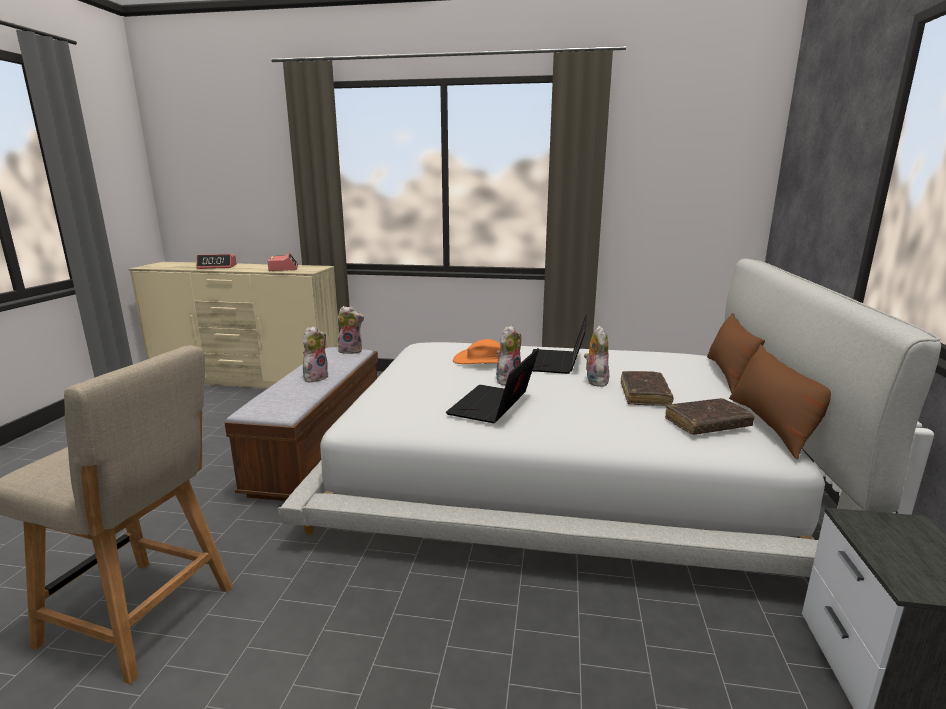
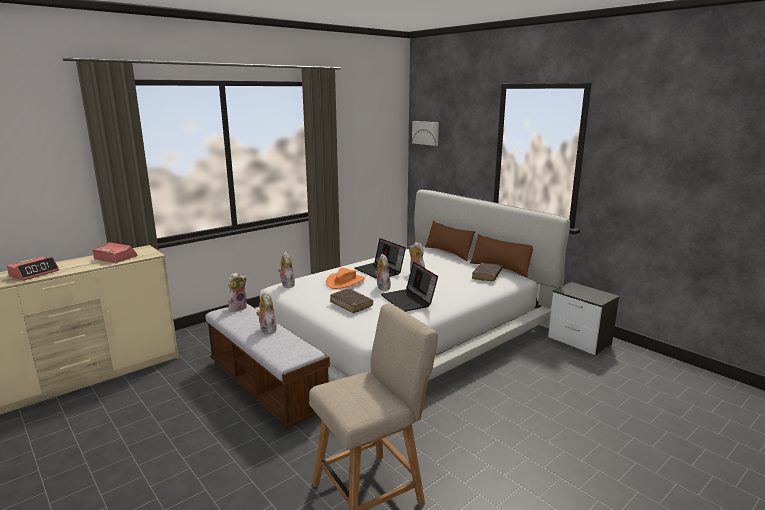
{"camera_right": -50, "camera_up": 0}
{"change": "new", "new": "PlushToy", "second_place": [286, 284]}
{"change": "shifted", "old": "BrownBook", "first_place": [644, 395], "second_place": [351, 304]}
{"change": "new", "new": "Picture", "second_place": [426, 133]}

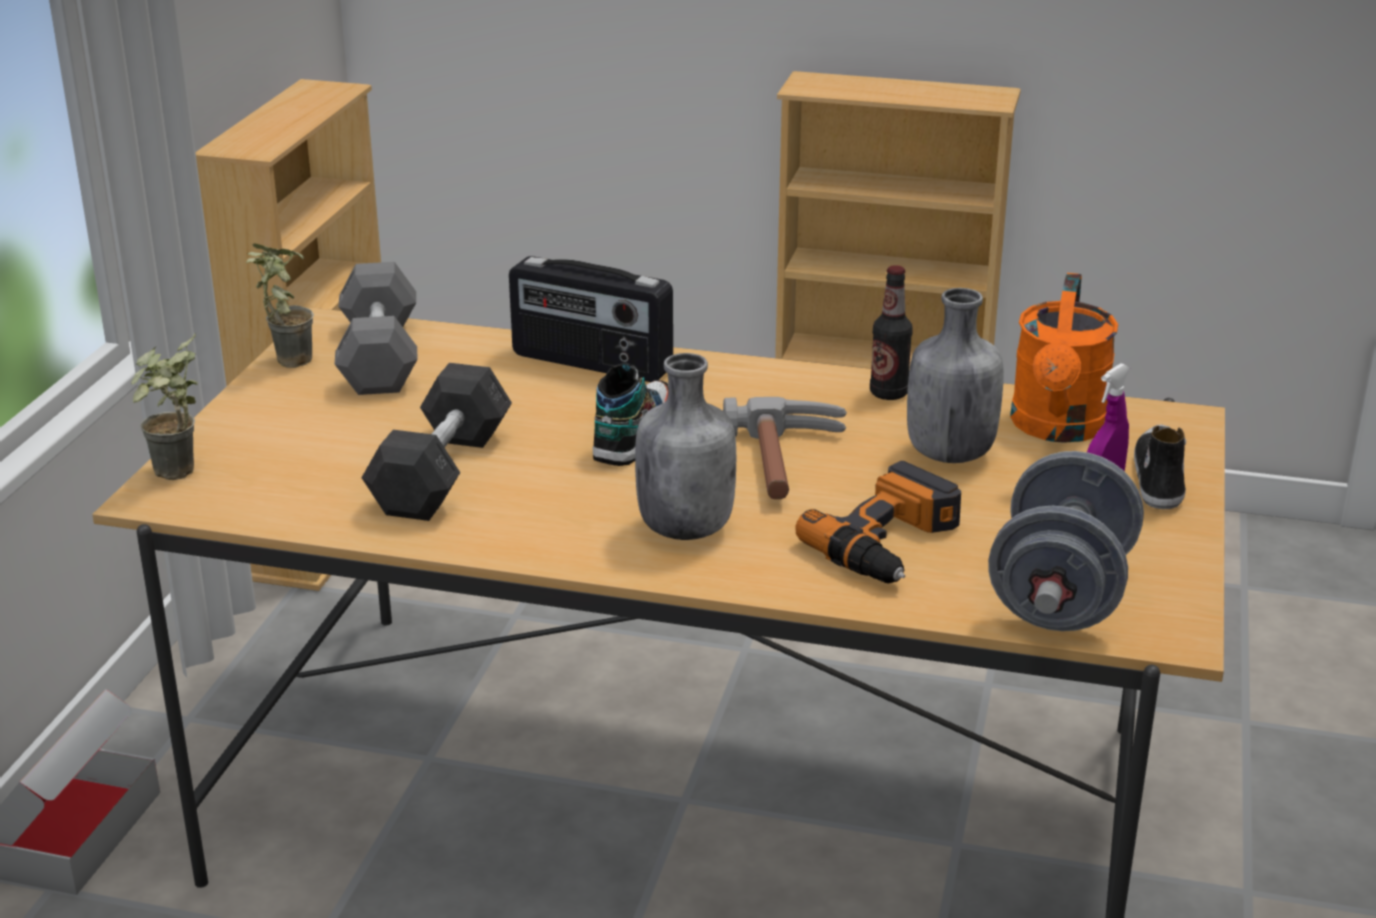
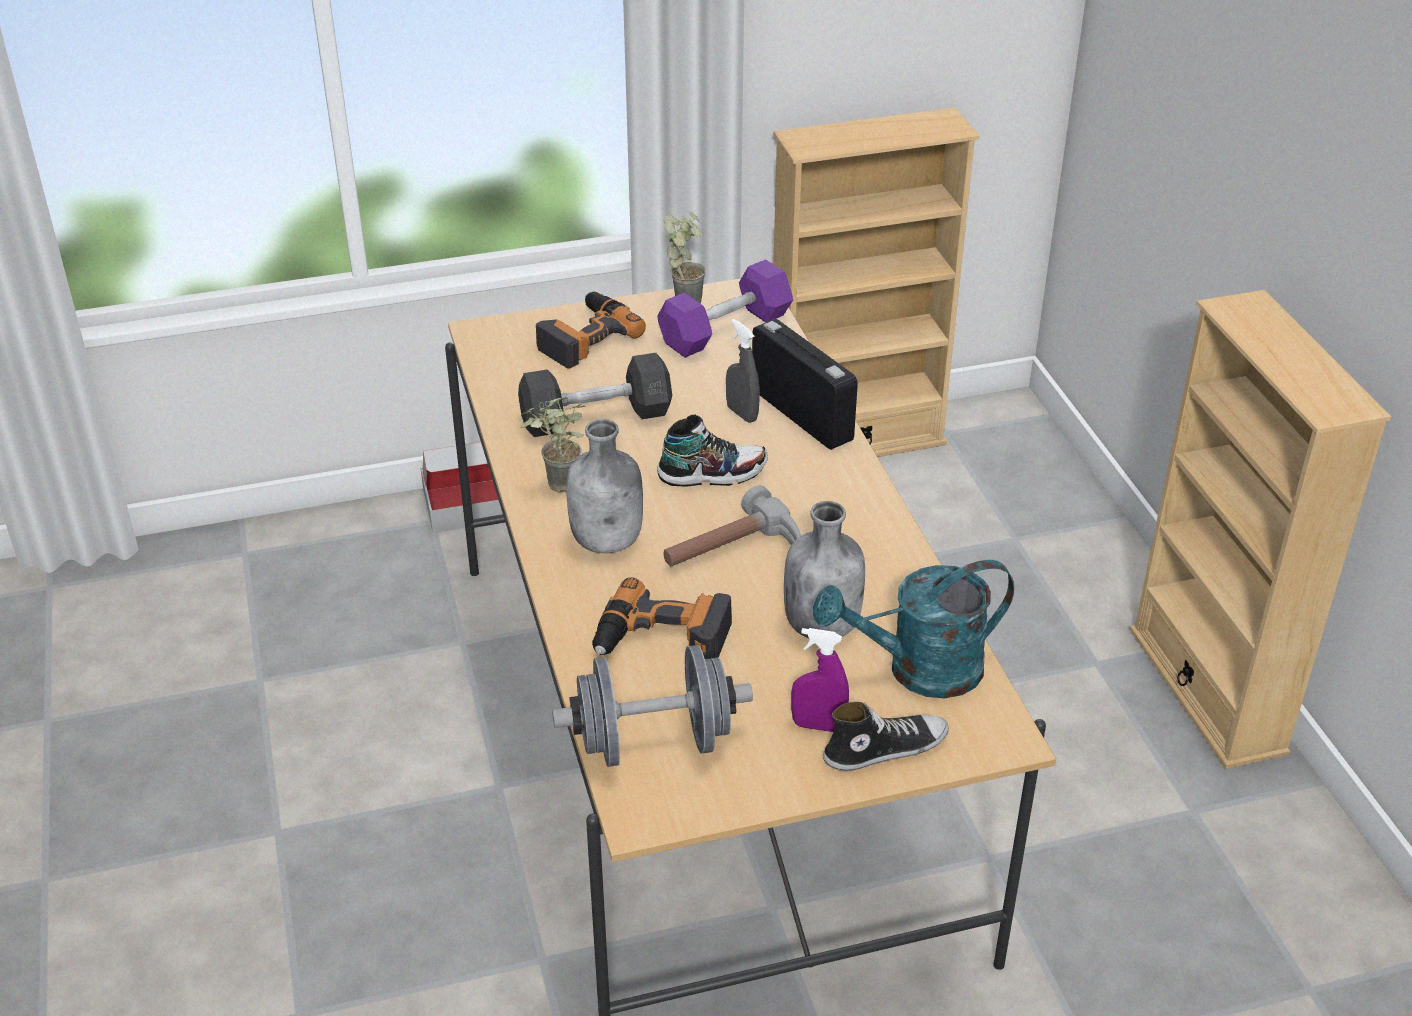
{"camera_right": 60, "camera_up": 10}
{"change": "shifted", "old": "PottedPlant", "first_place": [176, 477], "second_place": [556, 489]}
{"change": "new", "new": "PowerDrill", "second_place": [584, 336]}
{"change": "repainted", "old": "GreyDumbbell", "new": "PurpleDumbbell", "first_place": [379, 357], "second_place": [725, 329]}
{"change": "new", "new": "GreySprayBottle", "second_place": [742, 413]}
{"change": "rotated", "old": "Radio", "first_place": [591, 363], "second_place": [802, 415], "degrees": 150}
{"change": "repainted", "old": "OrangeWateringCan", "new": "TurquoiseWateringCan", "first_place": [1058, 428], "second_place": [918, 671]}
{"change": "gone", "old": "Bottle", "first_place": [888, 393]}

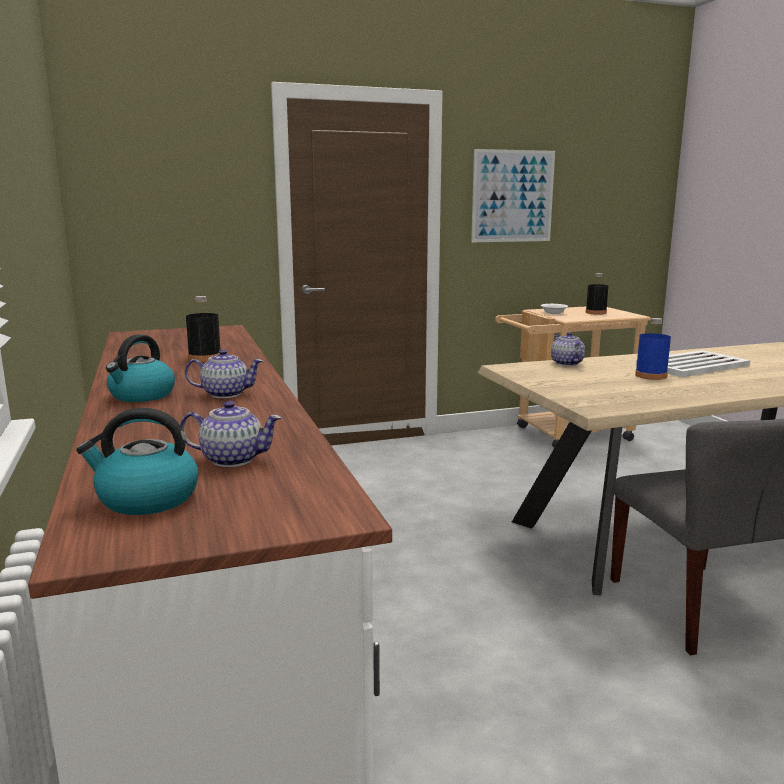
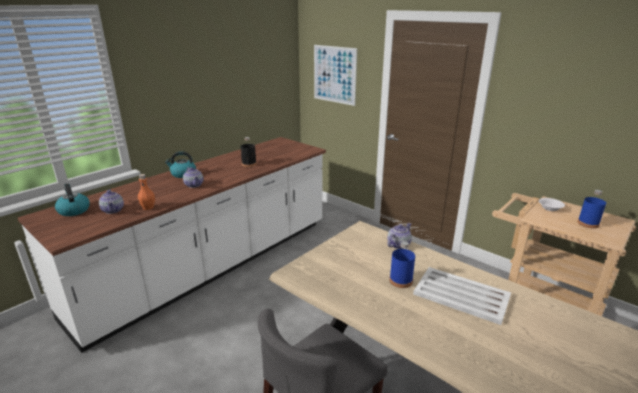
{"camera_right": 60, "camera_up": 10}
{"change": "new", "new": "OrangeBottle", "second_place": [148, 207]}
{"change": "shifted", "old": "Picture", "first_place": [512, 196], "second_place": [334, 74]}
{"change": "repainted", "old": "BlackBottle", "new": "BlueBottle", "first_place": [596, 312], "second_place": [588, 223]}

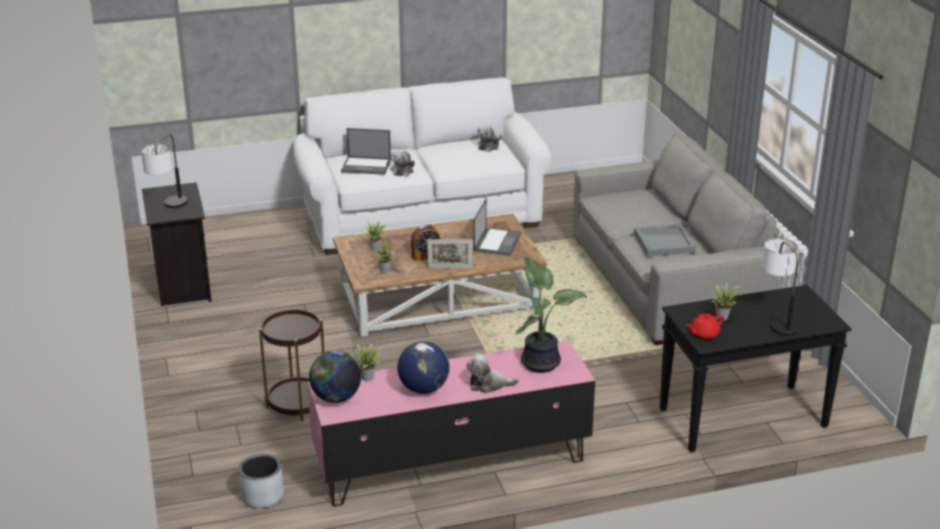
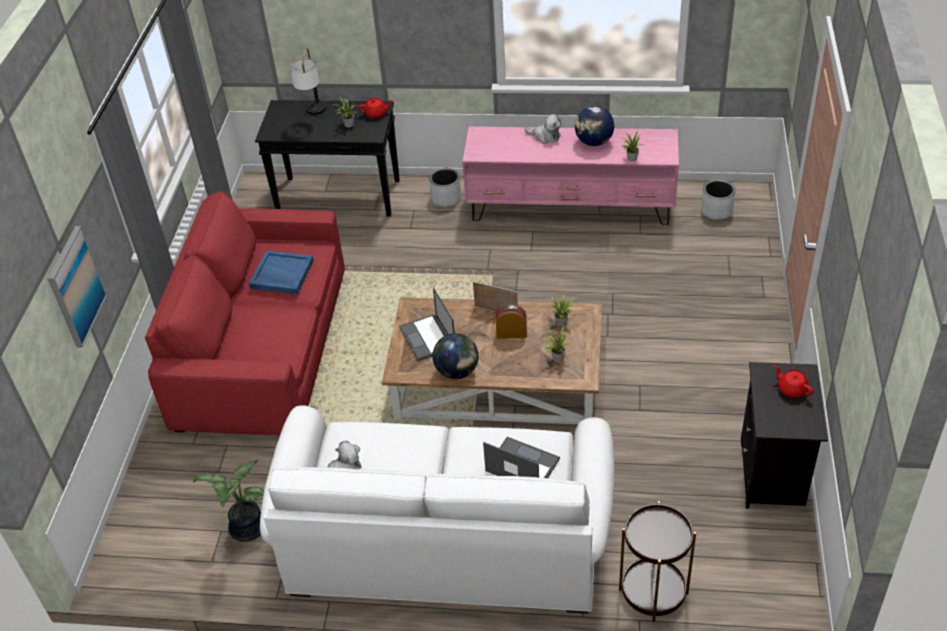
{"camera_right": -155, "camera_up": 15}
{"change": "new", "new": "Picture", "second_place": [75, 287]}
{"change": "repainted", "old": "GreySofa", "new": "RedSofa", "first_place": [666, 282], "second_place": [263, 348]}
{"change": "shifted", "old": "PottedPlant", "first_place": [541, 362], "second_place": [246, 530]}
{"change": "repainted", "old": "GreyTray", "new": "BlueTray", "first_place": [664, 242], "second_place": [281, 274]}
{"change": "rotated", "old": "Laptop", "first_place": [497, 242], "second_place": [428, 338], "degrees": -60}
{"change": "new", "new": "GreyPlanter", "second_place": [446, 198]}
{"change": "shifted", "old": "Globe", "first_place": [336, 398], "second_place": [457, 372]}
{"change": "shifted", "old": "BrownSideTable", "first_place": [297, 403], "second_place": [653, 591]}
{"change": "swapped", "old": "TableLamp", "new": "RedTeapot", "first_place": [168, 207], "second_place": [791, 389]}
{"change": "gone", "old": "PlushToy", "first_place": [402, 170]}

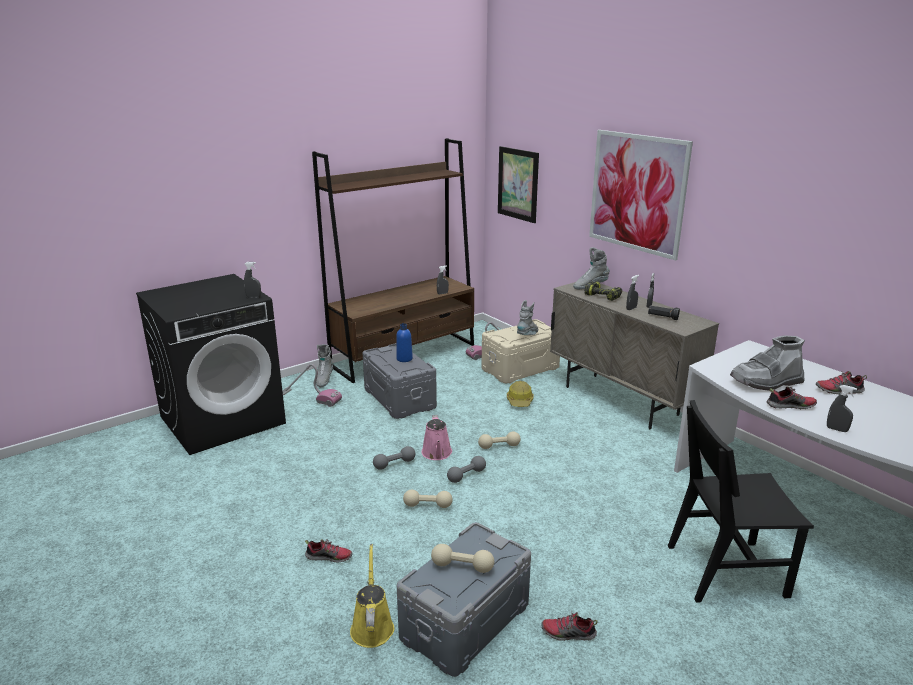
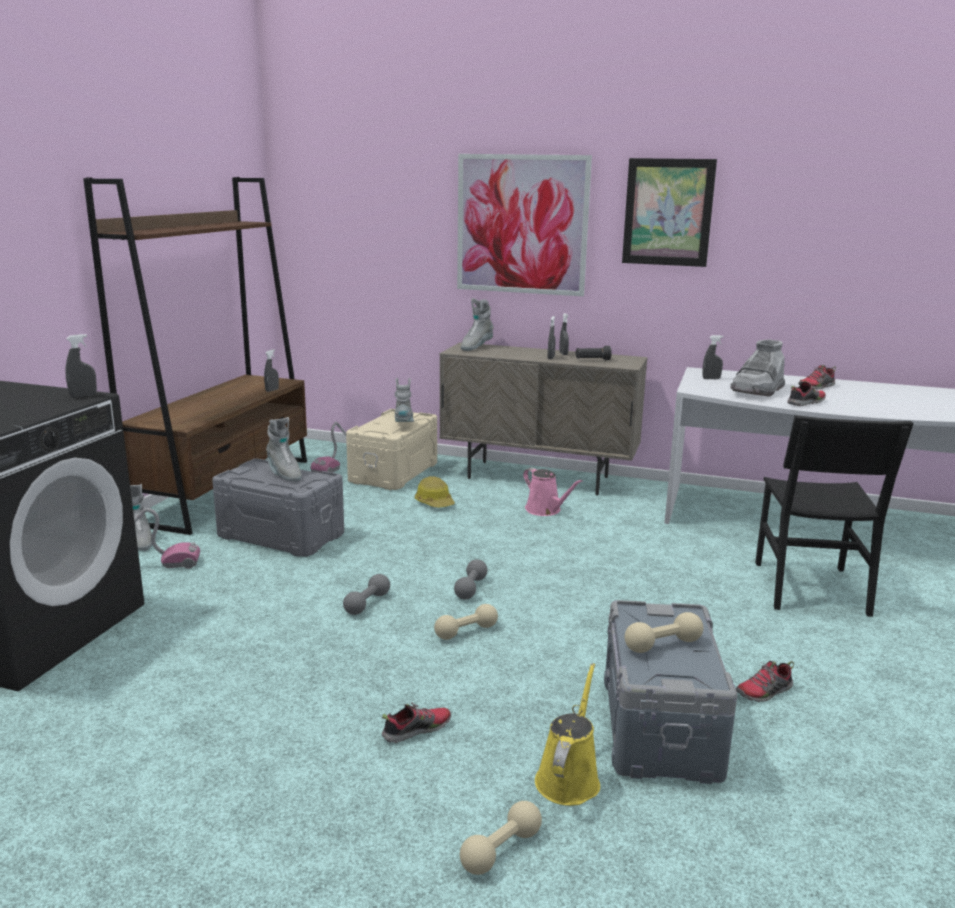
{"camera_right": -35, "camera_up": -5}
{"change": "swapped", "old": "BlueBottle", "new": "GreyBoot", "first_place": [404, 359], "second_place": [284, 474]}
{"change": "shifted", "old": "BeigeDumbbell", "first_place": [499, 446], "second_place": [501, 850]}
{"change": "shifted", "old": "PinkWateringCan", "first_place": [437, 454], "second_place": [545, 510]}
{"change": "rotated", "old": "YellowWateringCan", "first_place": [372, 626], "second_place": [569, 778], "degrees": 60}
{"change": "shifted", "old": "Picture", "first_place": [518, 184], "second_place": [668, 212]}
{"change": "shifted", "old": "GreySprayBottle", "first_place": [836, 429], "second_place": [711, 378]}
{"change": "rotated", "old": "BlackChair", "first_place": [725, 570], "second_place": [809, 588], "degrees": -45}
{"change": "gone", "old": "PowerDrill", "first_place": [604, 296]}

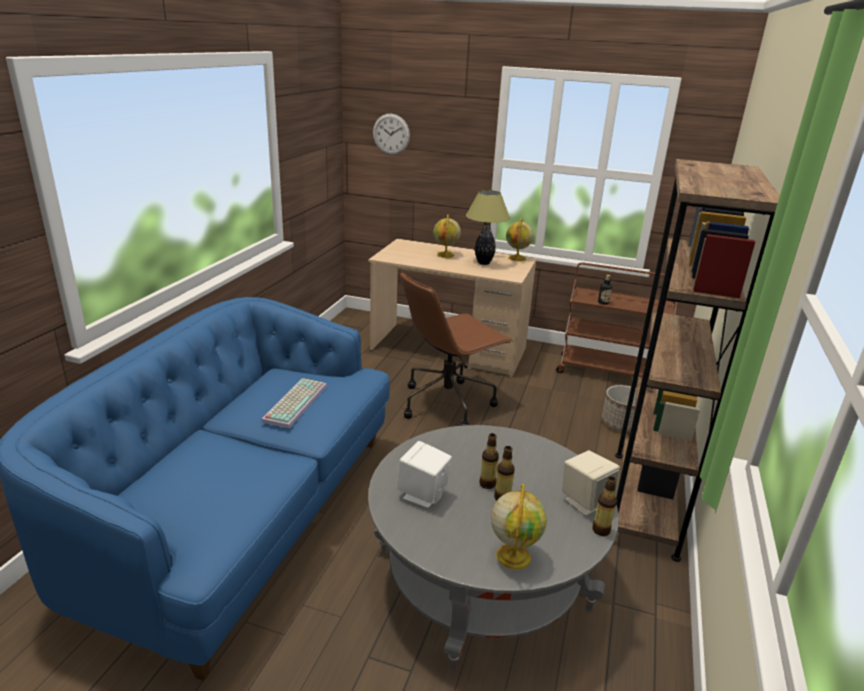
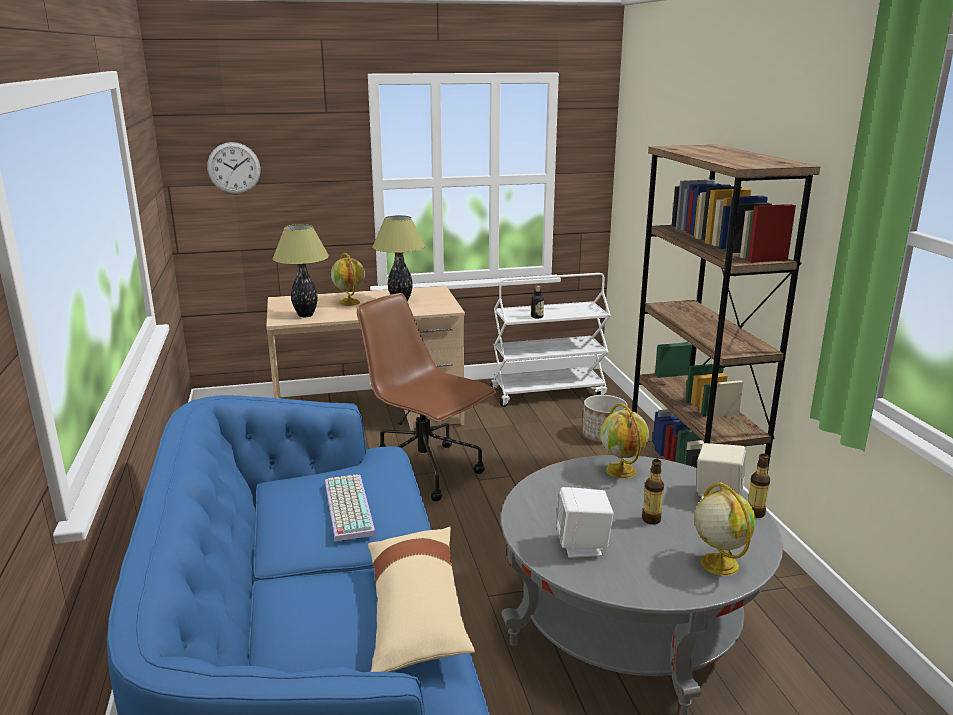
{"camera_right": -30, "camera_up": -5}
{"change": "new", "new": "TableLamp", "second_place": [306, 315]}
{"change": "rotated", "old": "BrownOfficeChair", "first_place": [448, 403], "second_place": [425, 472], "degrees": 105}
{"change": "new", "new": "BeigePillow", "second_place": [416, 612]}
{"change": "repainted", "old": "BrownCart", "new": "WhiteCart", "first_place": [609, 372], "second_place": [548, 392]}
{"change": "shifted", "old": "Globe", "first_place": [517, 258], "second_place": [621, 471]}
{"change": "gone", "old": "Bottle", "first_place": [487, 484]}

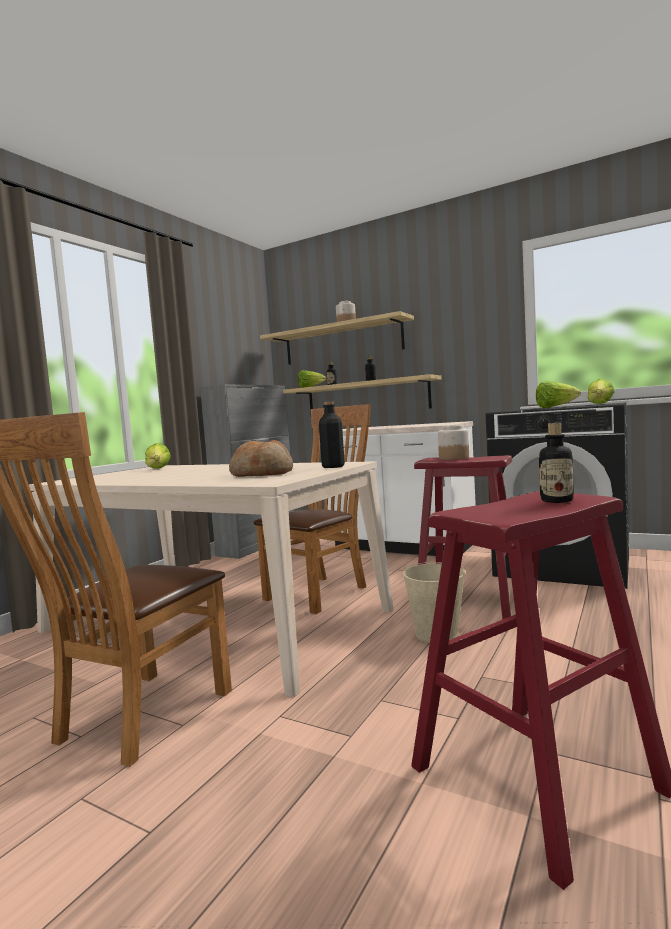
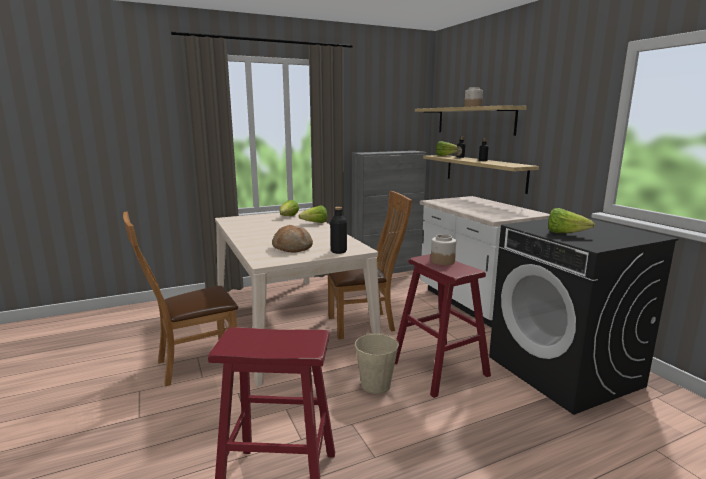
{"camera_right": 35, "camera_up": 10}
{"change": "shifted", "old": "Lettuce", "first_place": [600, 404], "second_place": [315, 223]}
{"change": "gone", "old": "Bottle", "first_place": [556, 500]}

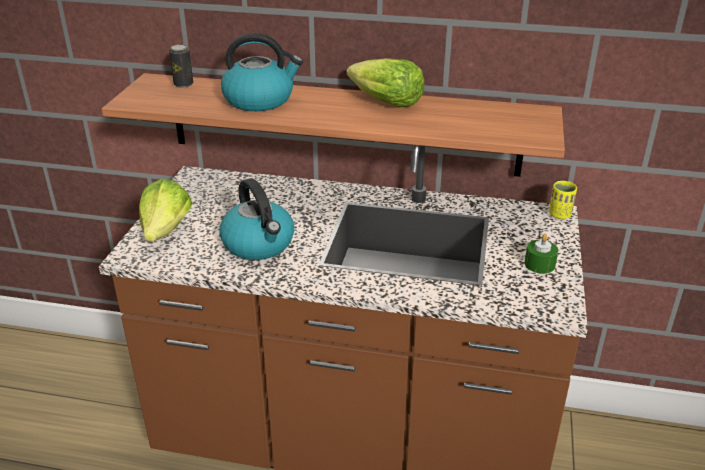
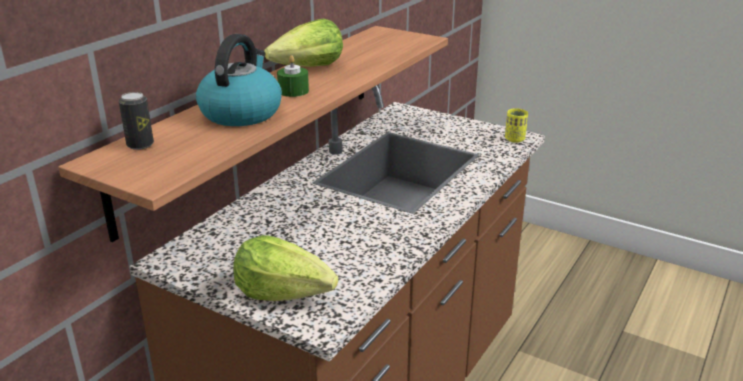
{"camera_right": -70, "camera_up": -5}
{"change": "shifted", "old": "GreenCandle", "first_place": [539, 264], "second_place": [293, 91]}
{"change": "shifted", "old": "YellowCup", "first_place": [560, 214], "second_place": [514, 139]}
{"change": "gone", "old": "Kettle", "first_place": [259, 244]}

